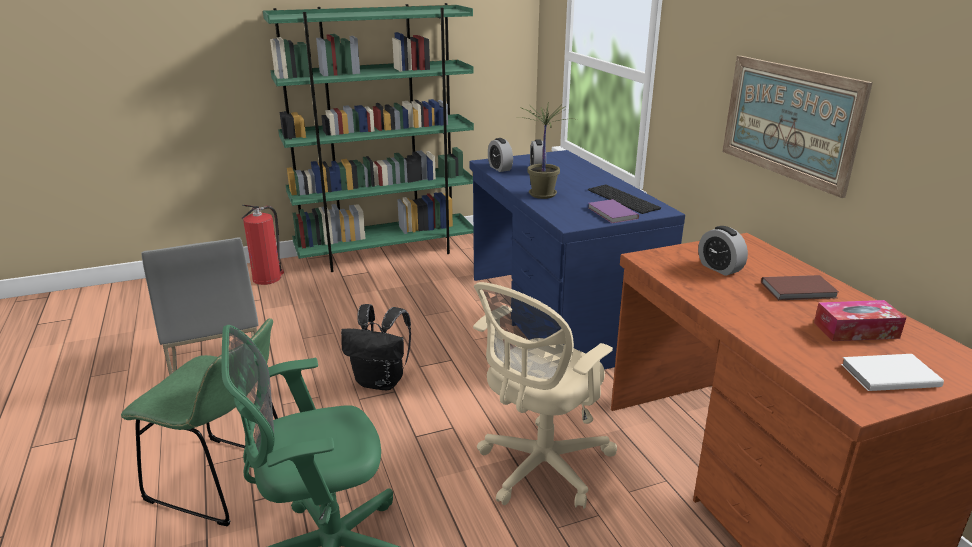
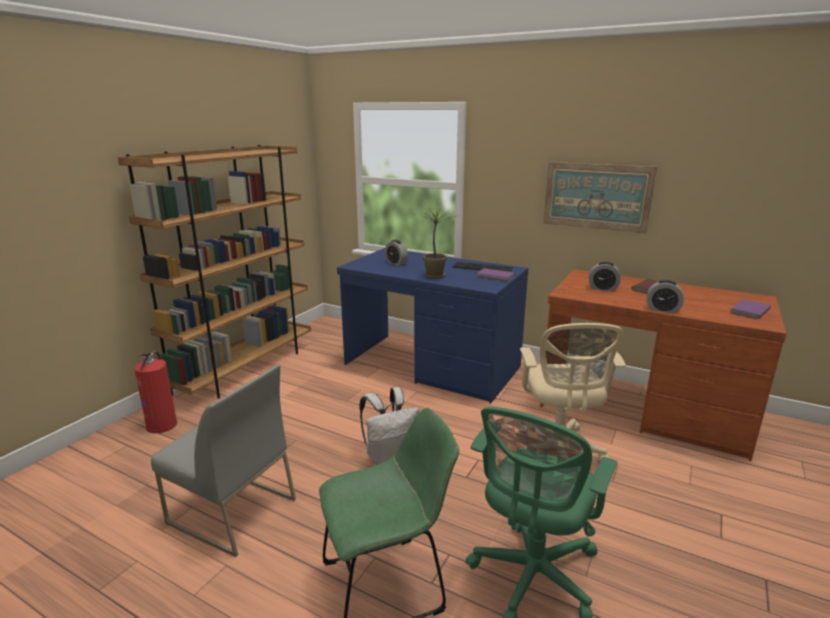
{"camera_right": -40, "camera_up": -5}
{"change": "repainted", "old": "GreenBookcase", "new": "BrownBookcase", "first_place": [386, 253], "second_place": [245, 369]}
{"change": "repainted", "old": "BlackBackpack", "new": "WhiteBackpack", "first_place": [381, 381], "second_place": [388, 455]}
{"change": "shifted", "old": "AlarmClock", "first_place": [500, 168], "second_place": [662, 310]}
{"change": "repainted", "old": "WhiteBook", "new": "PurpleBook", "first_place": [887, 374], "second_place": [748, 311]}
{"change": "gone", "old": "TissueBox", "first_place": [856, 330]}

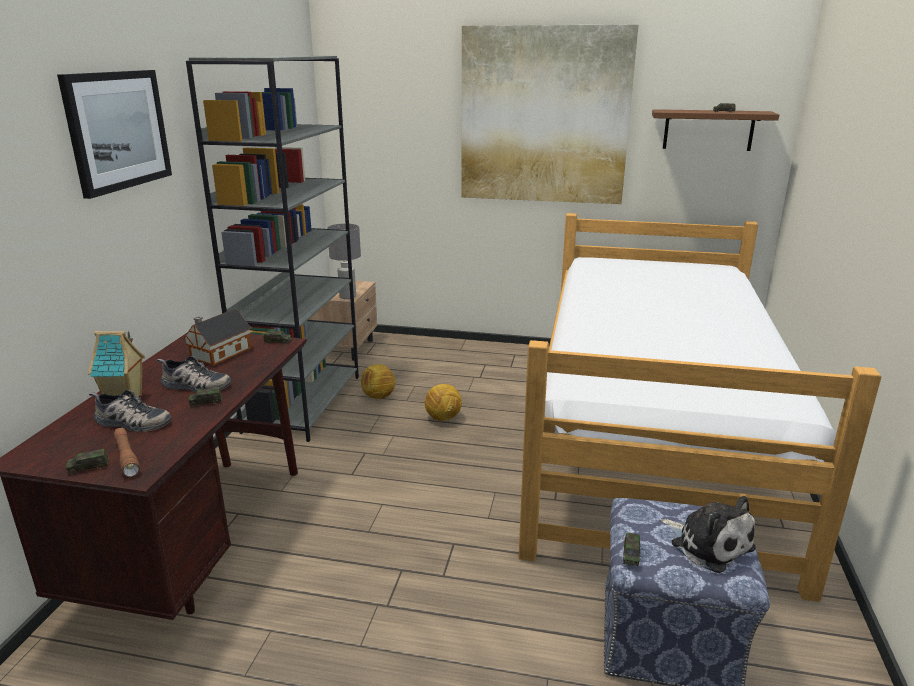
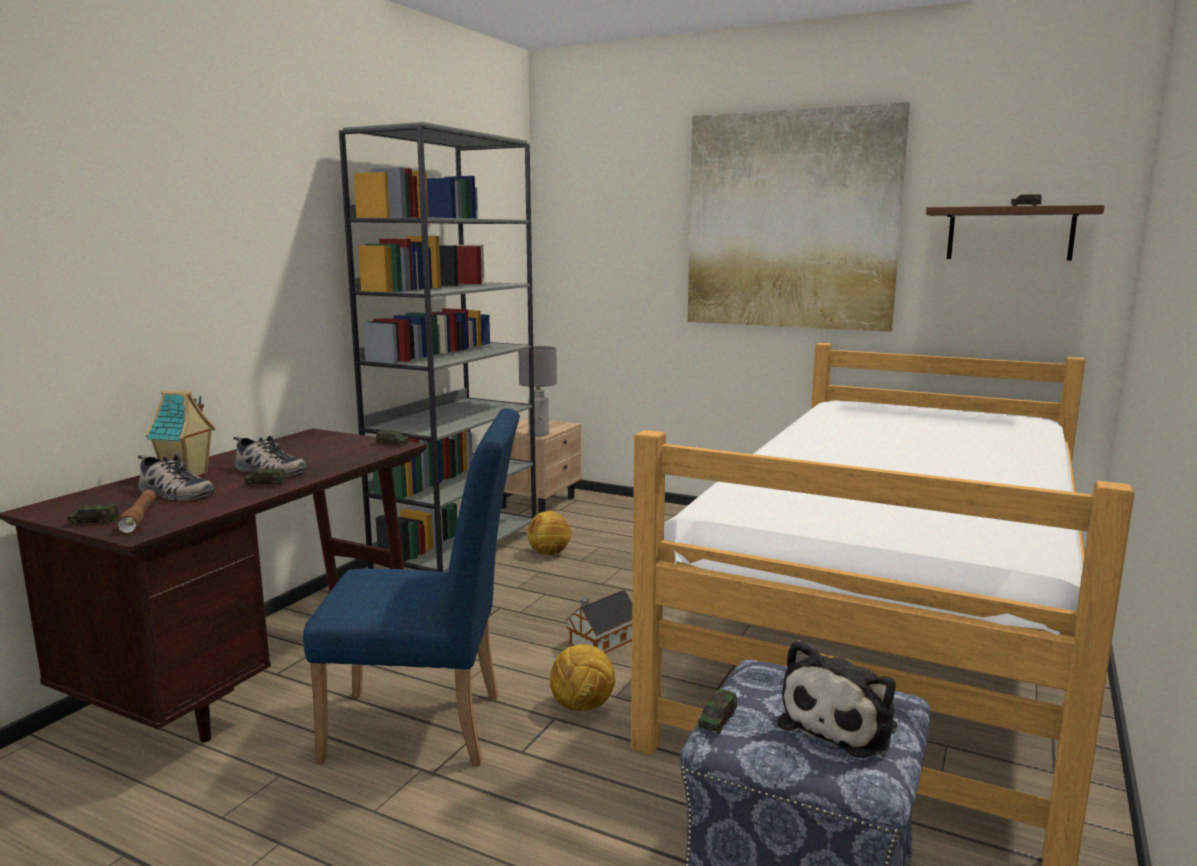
{"camera_right": 15, "camera_up": -10}
{"change": "new", "new": "BlueChair", "second_place": [428, 728]}
{"change": "shifted", "old": "Football", "first_place": [443, 418], "second_place": [583, 706]}
{"change": "shifted", "old": "ToyHouse", "first_place": [219, 354], "second_place": [600, 642]}
{"change": "rotated", "old": "PlushToy", "first_place": [708, 544], "second_place": [842, 724], "degrees": 60}
{"change": "gone", "old": "Picture", "first_place": [118, 130]}

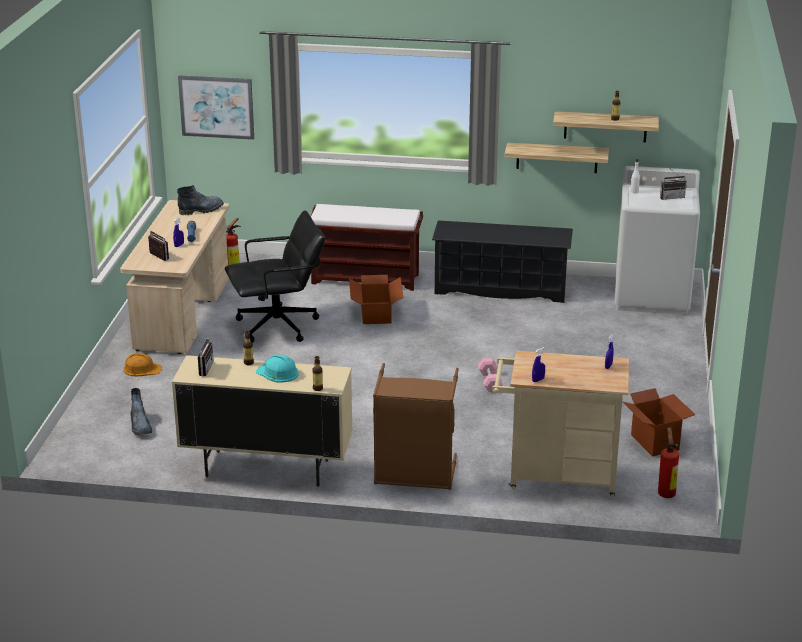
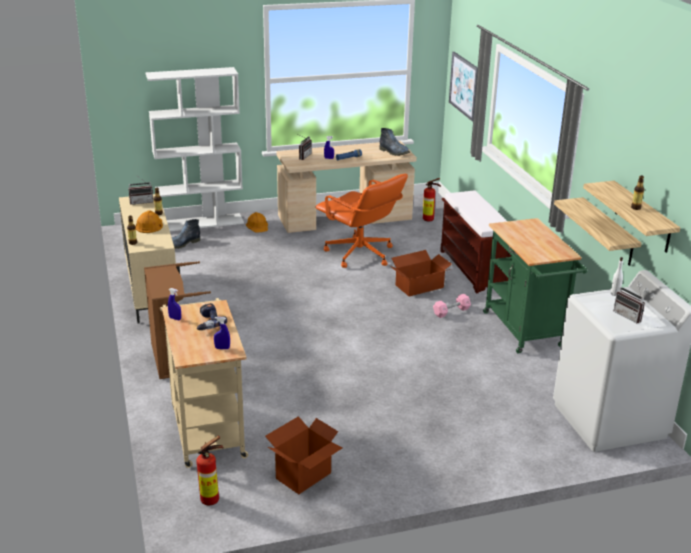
{"camera_right": 65, "camera_up": 0}
{"change": "repainted", "old": "TurquoiseHardHat", "new": "OrangeHardHat", "first_place": [278, 373], "second_place": [149, 225]}
{"change": "new", "new": "WhiteBookcase", "second_place": [201, 222]}
{"change": "new", "new": "PowerDrill", "second_place": [207, 323]}
{"change": "repainted", "old": "BlackOfficeChair", "new": "OrangeOfficeChair", "first_place": [278, 326], "second_place": [360, 255]}
{"change": "shifted", "old": "PinkDumbbell", "first_place": [489, 381], "second_place": [451, 311]}
{"change": "swapped", "old": "BlackShoeRack", "new": "GreenCart", "first_place": [501, 289], "second_place": [526, 332]}

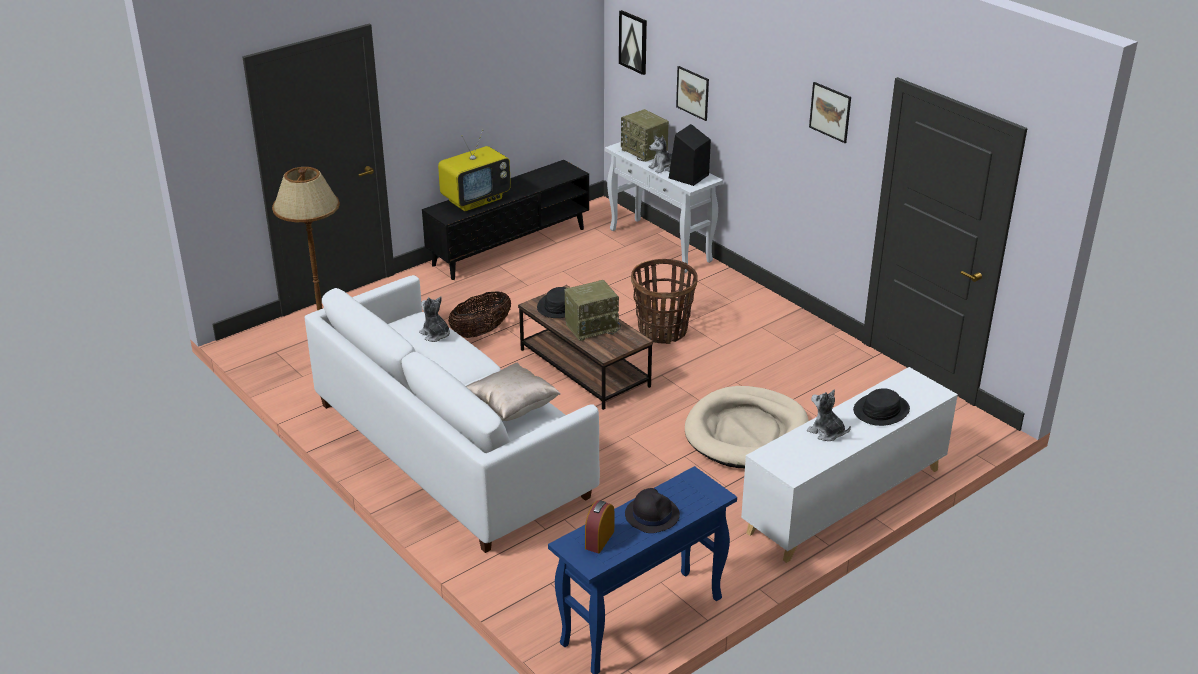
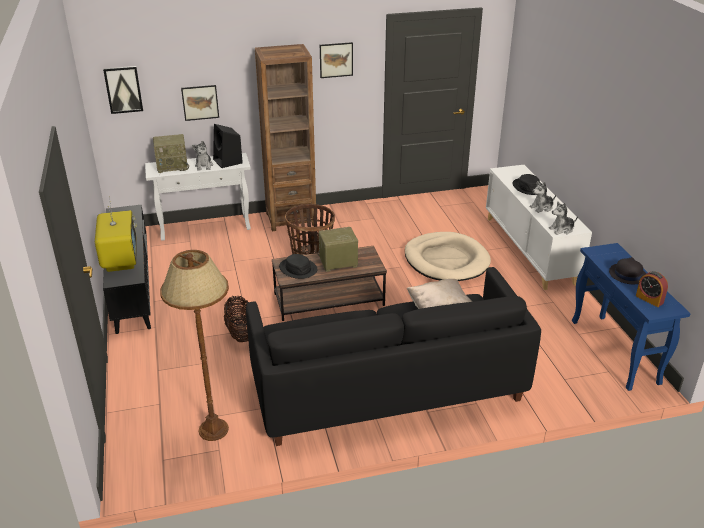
{"camera_right": -65, "camera_up": 0}
{"change": "repainted", "old": "WhiteSofa", "new": "BlackSofa", "first_place": [450, 450], "second_place": [387, 387]}
{"change": "new", "new": "BrownBookcase", "second_place": [291, 219]}
{"change": "rotated", "old": "Radio", "first_place": [592, 327], "second_place": [337, 263], "degrees": -105}
{"change": "shifted", "old": "PlushToy", "first_place": [435, 335], "second_place": [562, 229]}

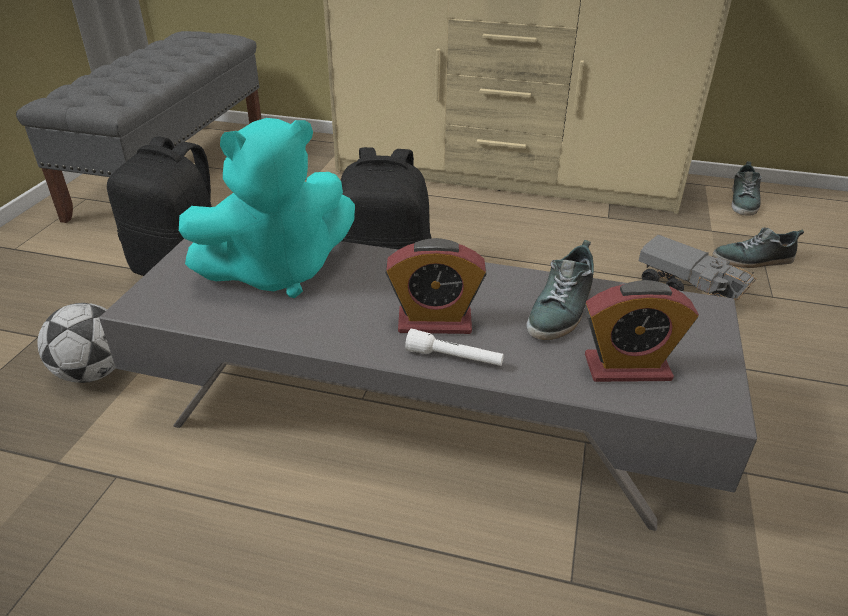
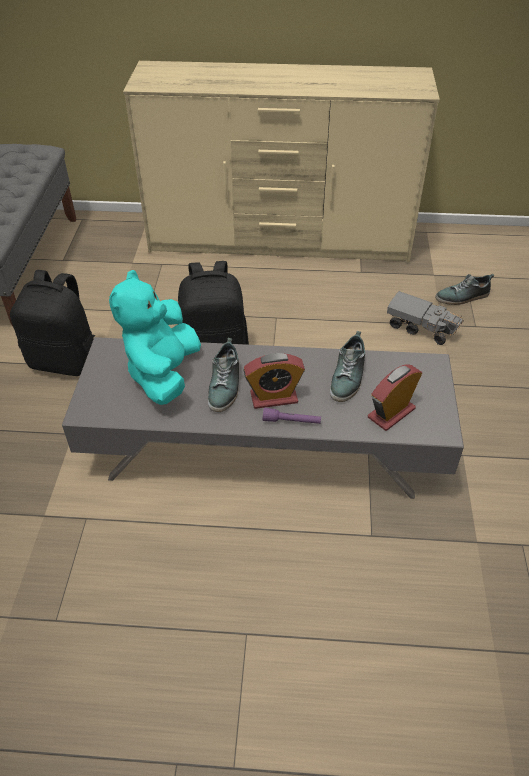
{"camera_right": -10, "camera_up": 10}
{"change": "rotated", "old": "TurquoisePlushToy", "first_place": [278, 272], "second_place": [163, 373], "degrees": 135}
{"change": "shifted", "old": "Shoe", "first_place": [743, 201], "second_place": [225, 385]}
{"change": "repainted", "old": "WhiteFlashlight", "new": "PurpleFlashlight", "first_place": [454, 358], "second_place": [291, 421]}
{"change": "rotated", "old": "AlarmClock", "first_place": [627, 368], "second_place": [391, 413], "degrees": 150}
{"change": "gone", "old": "Football", "first_place": [93, 372]}

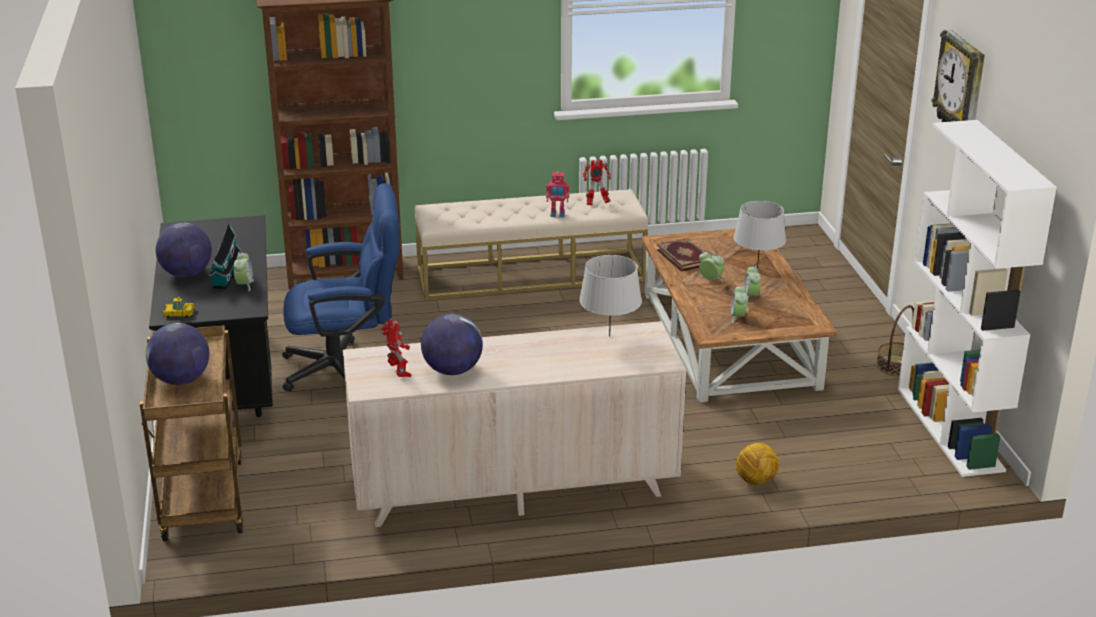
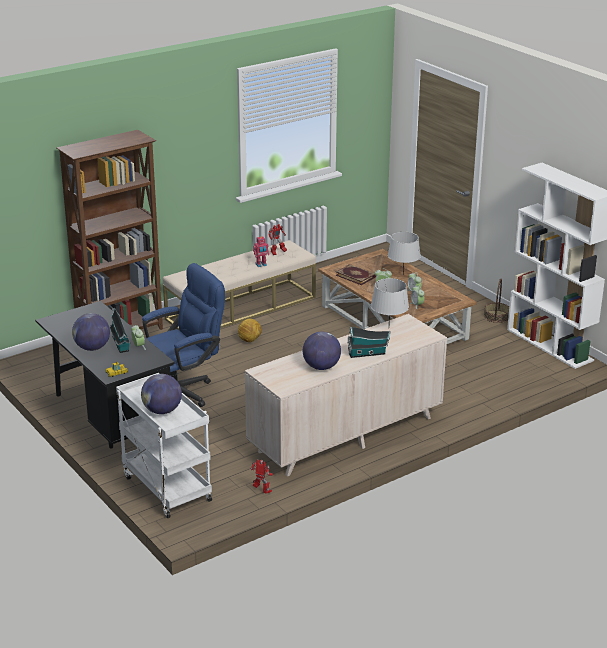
{"camera_right": -25, "camera_up": 0}
{"change": "repainted", "old": "BrownCart", "new": "WhiteCart", "first_place": [201, 497], "second_place": [165, 488]}
{"change": "shifted", "old": "Football", "first_place": [756, 481], "second_place": [250, 340]}
{"change": "shifted", "old": "ToyRobot", "first_place": [399, 373], "second_place": [262, 491]}
{"change": "new", "new": "ToyHouse", "second_place": [368, 353]}
{"change": "gone", "old": "WallClock", "first_place": [961, 85]}

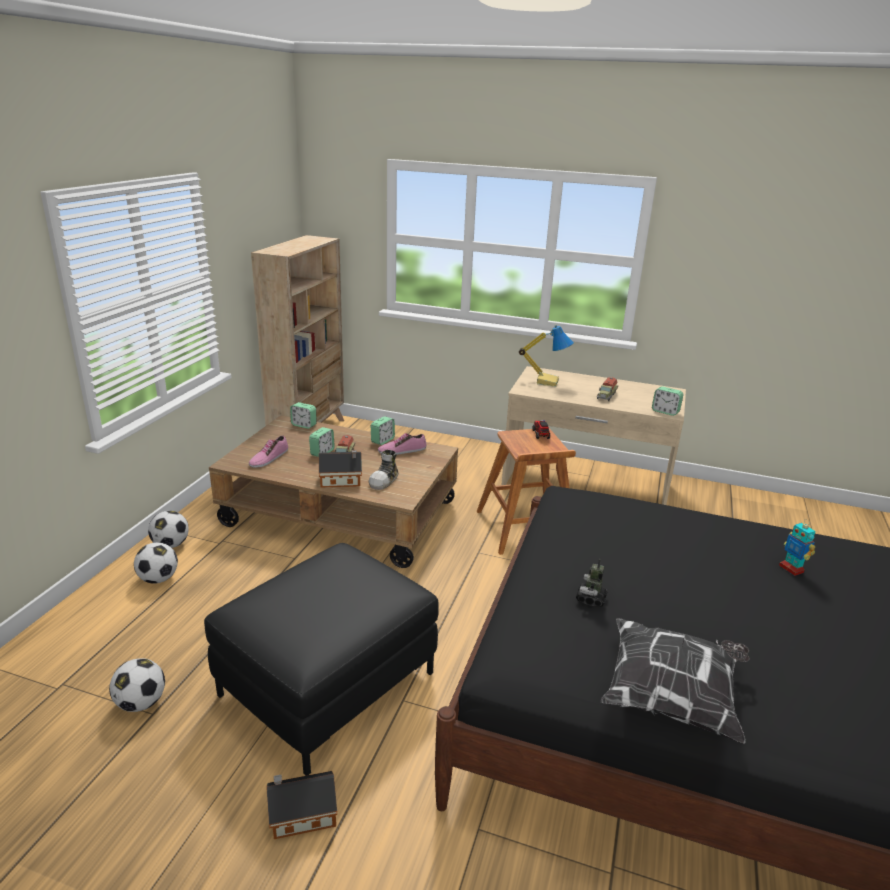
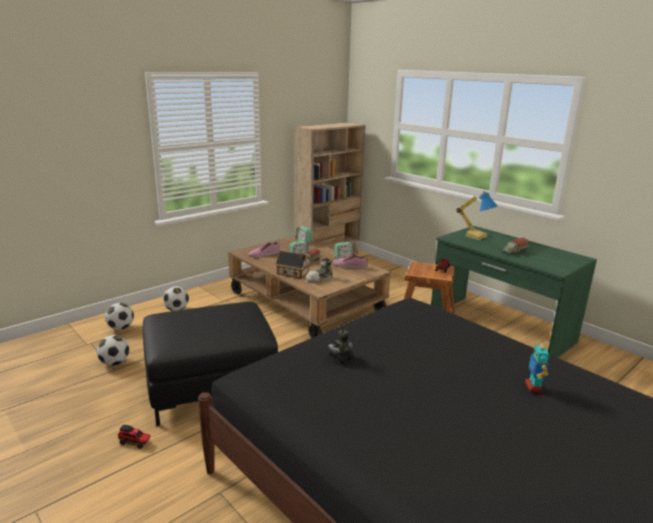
{"camera_right": 30, "camera_up": -5}
{"change": "shifted", "old": "Football", "first_place": [171, 545], "second_place": [121, 328]}
{"change": "swapped", "old": "ToyHouse", "new": "ToyTruck", "first_place": [300, 814], "second_place": [135, 442]}
{"change": "repainted", "old": "BeigeDesk", "new": "GreenDesk", "first_place": [585, 486], "second_place": [499, 327]}
{"change": "gone", "old": "Pillow", "first_place": [672, 696]}
{"change": "gone", "old": "AlarmClock", "first_place": [665, 411]}

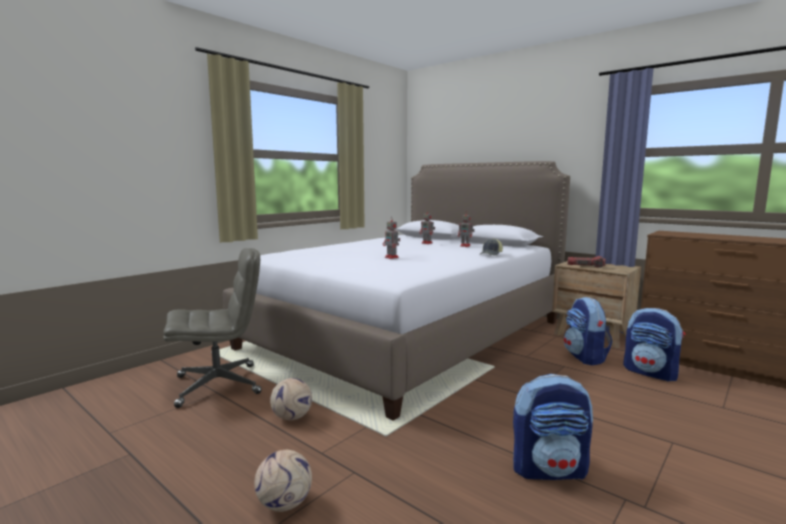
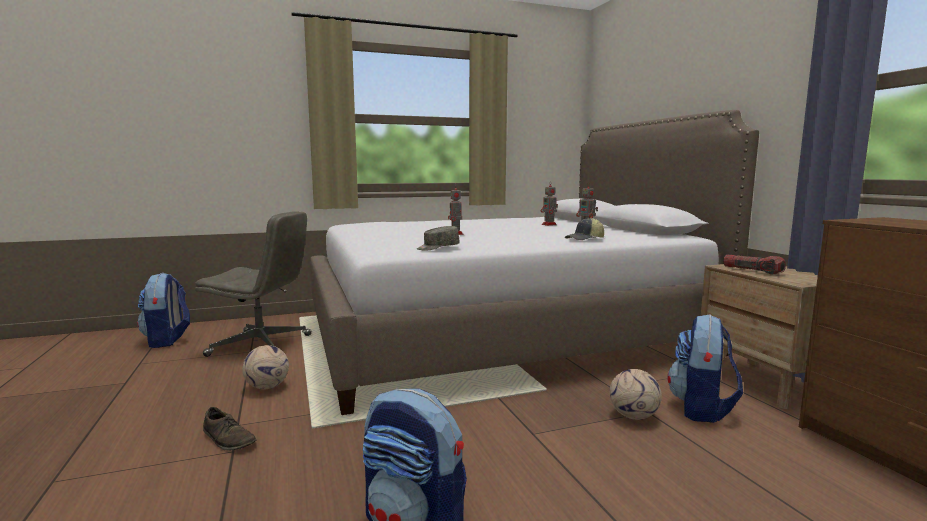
{"camera_right": 30, "camera_up": 0}
{"change": "shifted", "old": "Backpack", "first_place": [651, 373], "second_place": [167, 340]}
{"change": "new", "new": "BrownShoe", "second_place": [228, 439]}
{"change": "new", "new": "GreyCap", "second_place": [438, 248]}
{"change": "shifted", "old": "Football", "first_place": [285, 503], "second_place": [634, 416]}

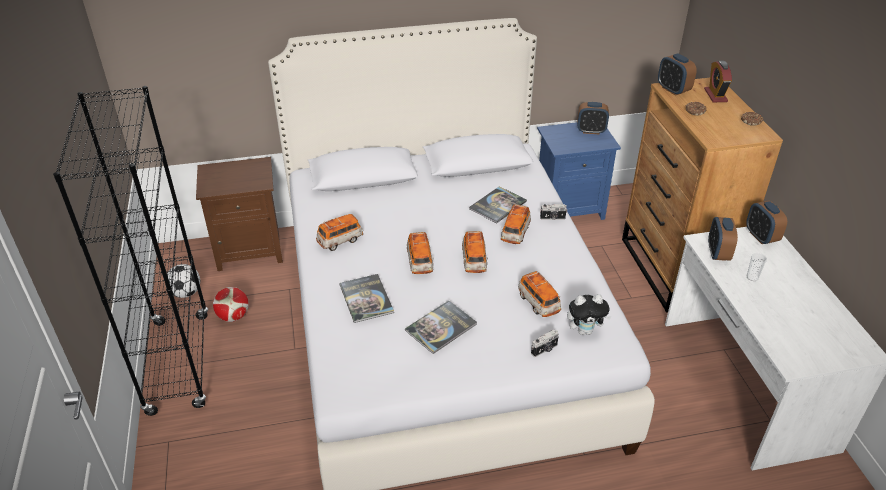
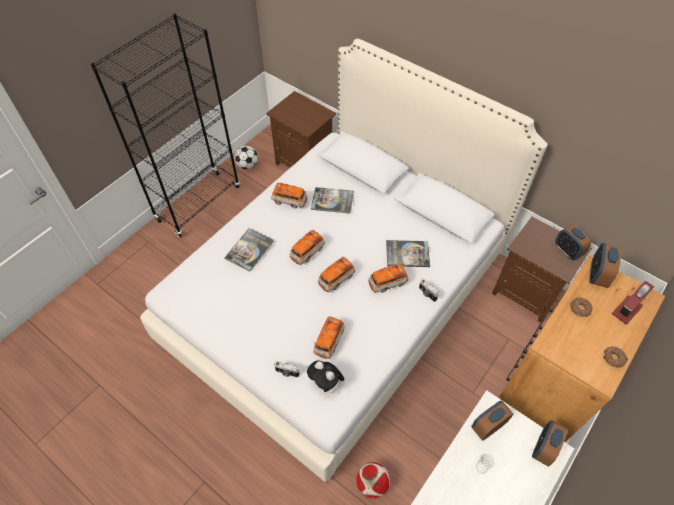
{"camera_right": 50, "camera_up": 15}
{"change": "shifted", "old": "Book", "first_place": [441, 327], "second_place": [332, 201]}
{"change": "shifted", "old": "Football", "first_place": [233, 316], "second_place": [372, 484]}
{"change": "repainted", "old": "BlueNightstand", "new": "BrownNightstand", "first_place": [568, 208], "second_place": [526, 293]}

